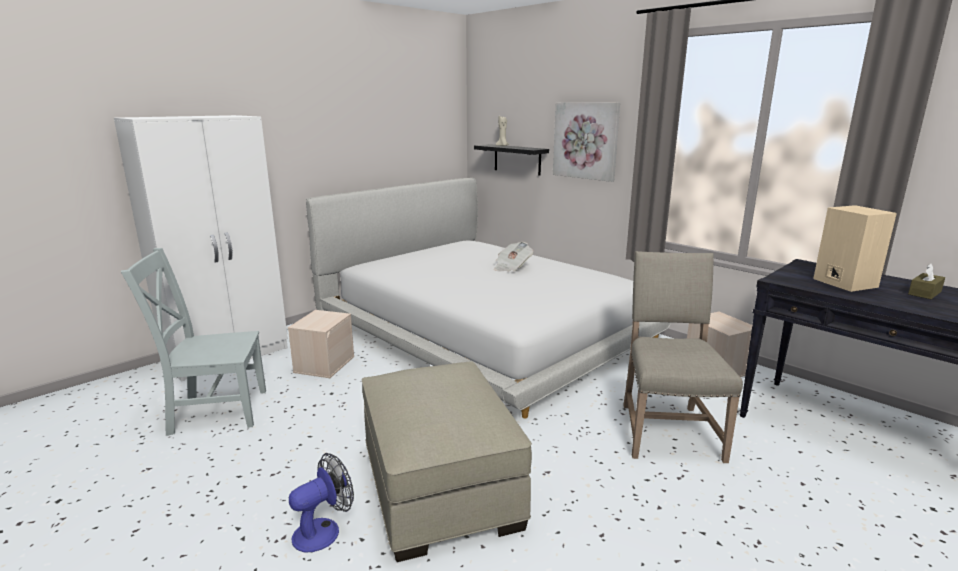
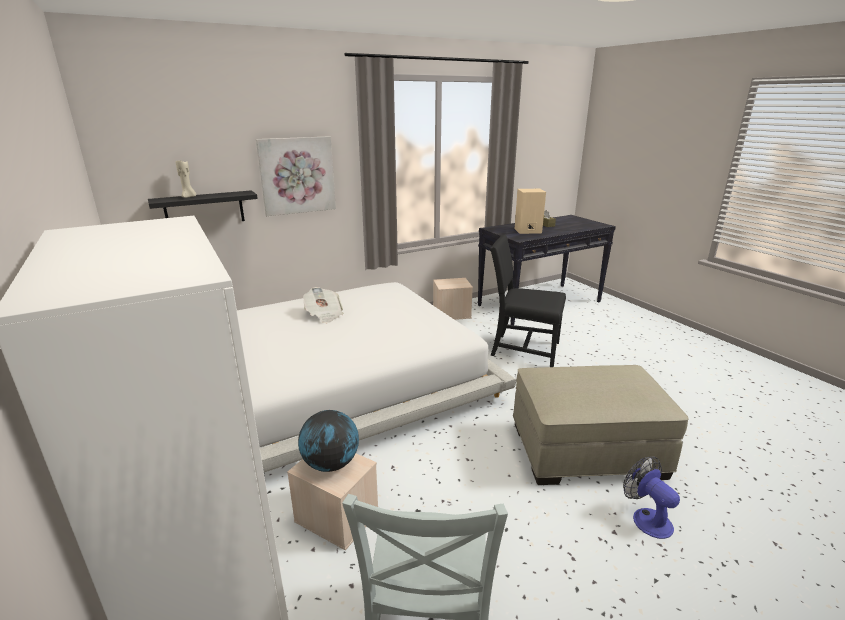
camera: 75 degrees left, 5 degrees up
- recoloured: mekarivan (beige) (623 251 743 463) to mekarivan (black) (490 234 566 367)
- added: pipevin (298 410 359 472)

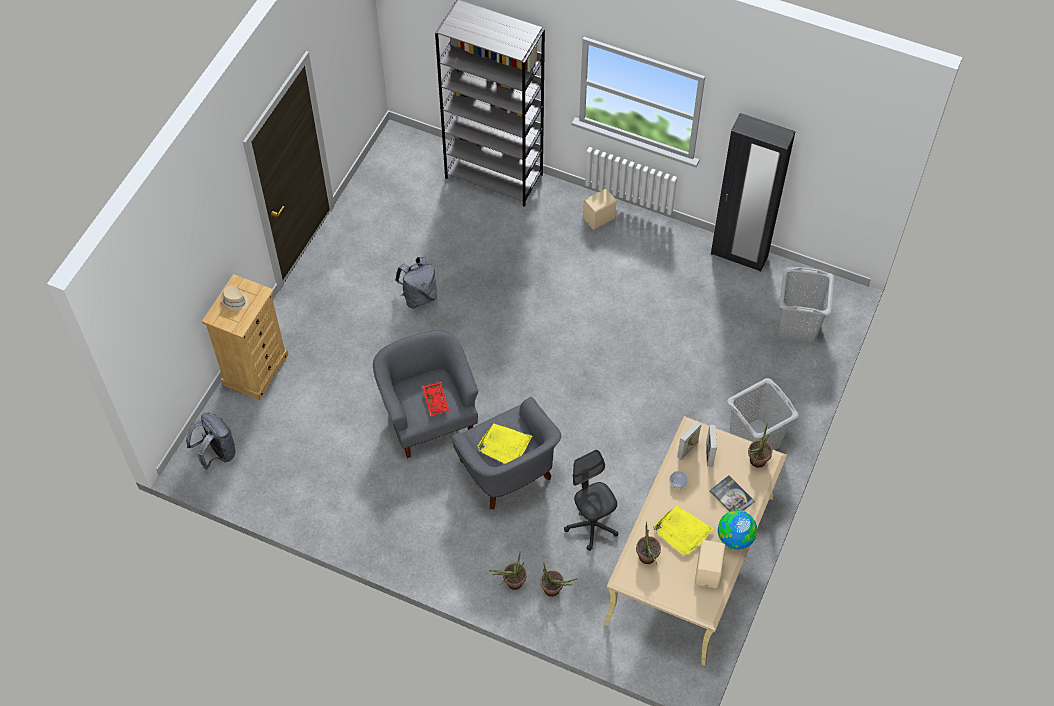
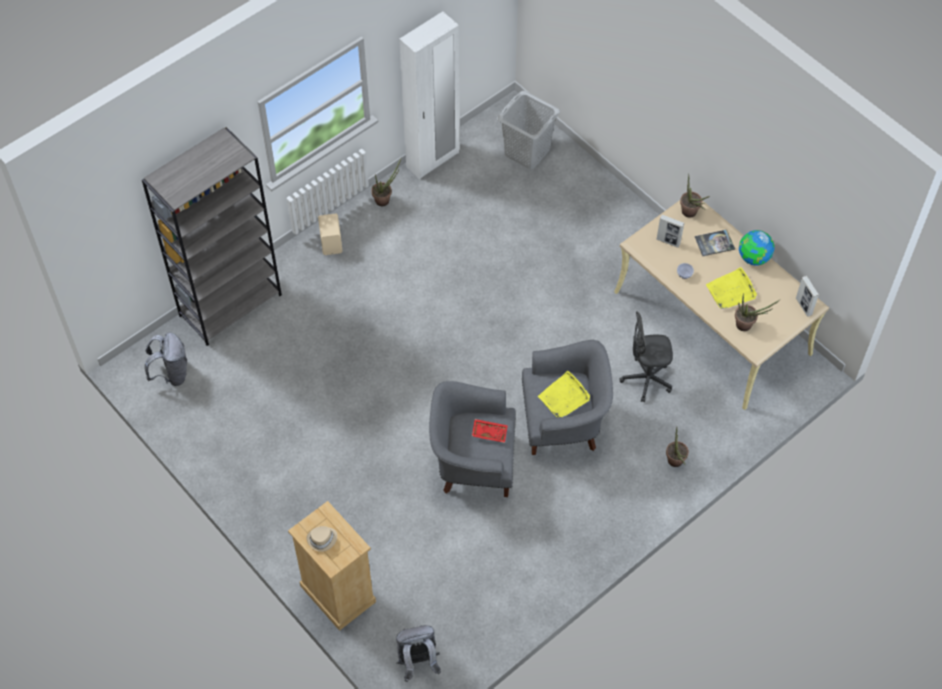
camera: 65 degrees left, 0 degrees up
- recoloured: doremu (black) (711 113 796 272) to doremu (white) (399 11 460 179)
- moved: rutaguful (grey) (395 257 437 309) to (145 332 187 386)
- removed: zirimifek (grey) (727 378 799 450)
- moved: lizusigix (677 421 701 460) to (796 276 819 317)
- removed: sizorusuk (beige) (695 540 726 588)
- moved: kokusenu (540 564 578 597) to (371 159 401 206)

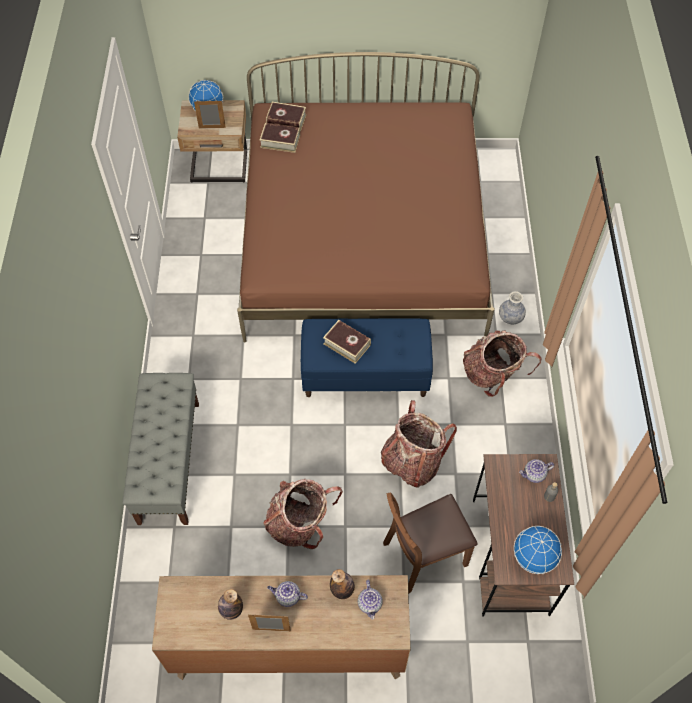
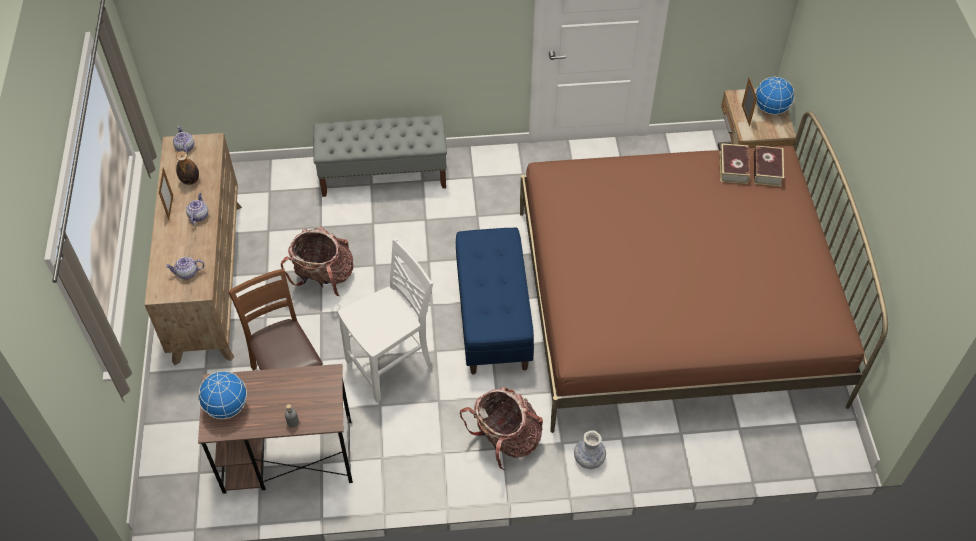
camera: 85 degrees right, 5 degrees down
- removed: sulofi (323 320 371 364)
- replaced: rutaguful (381 400 457 488) to mekarivan (white) (338 238 433 403)
- moved: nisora (519 459 554 483) to (173 126 194 155)
- removed: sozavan (330 569 355 599)

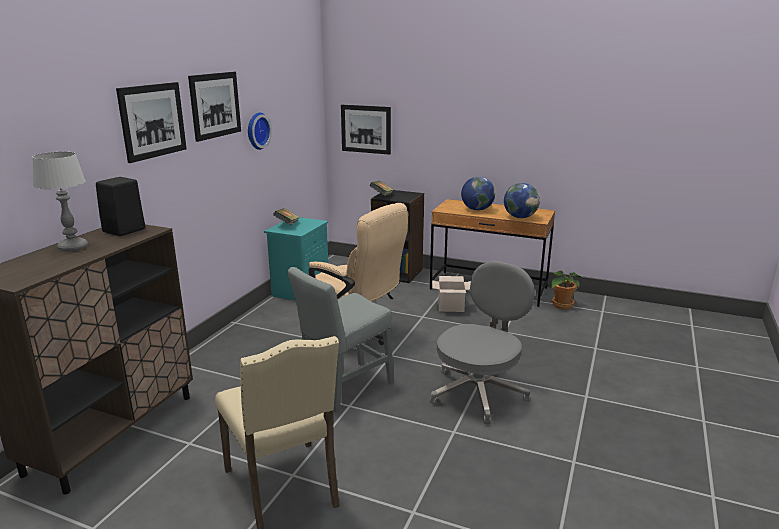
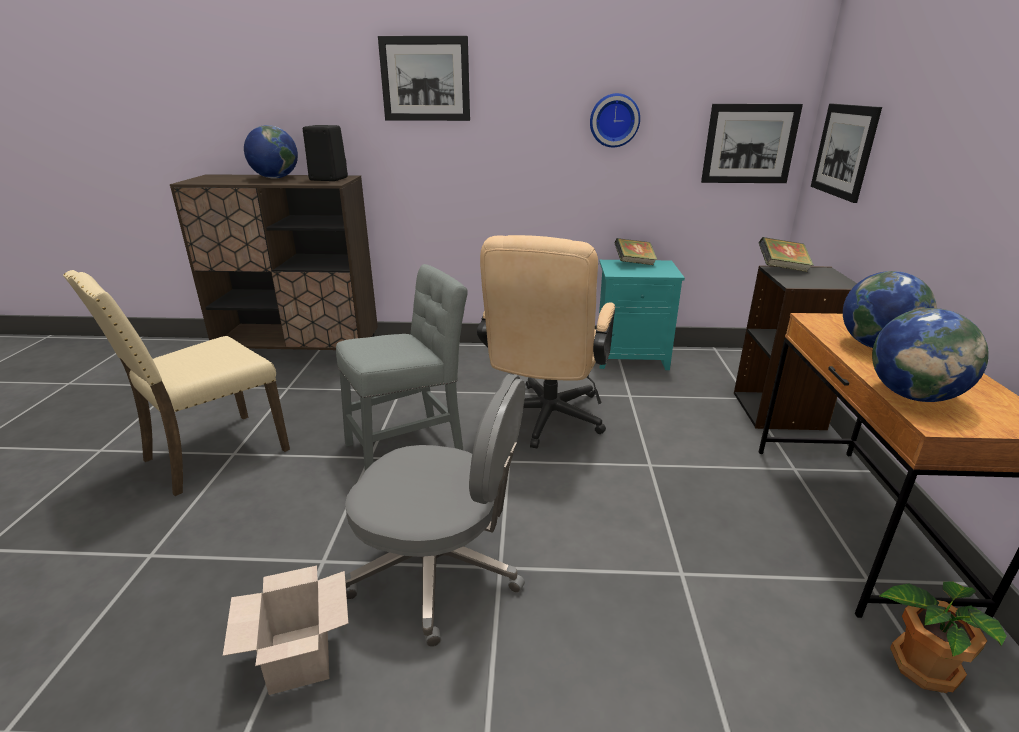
camera: 70 degrees right, 5 degrees up
- moved: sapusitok (188 72 241 142) to (701 104 803 183)
- replaced: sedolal (32 152 88 252) to pipevin (244 125 298 179)
- turned: mekarivan (grey) (287 267 394 412) = (336 264 468 471) 120 degrees clockwise
- moved: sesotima (432 276 471 312) to (223 565 349 695)

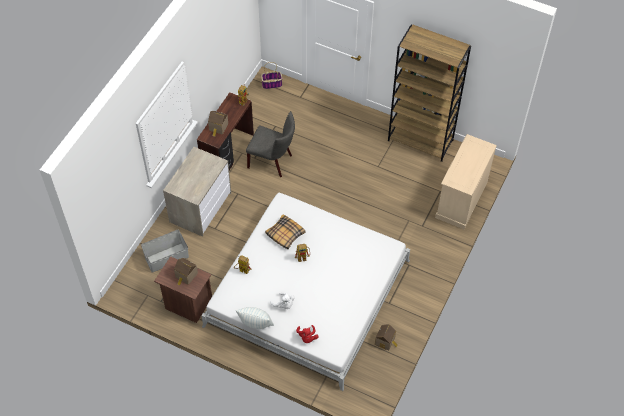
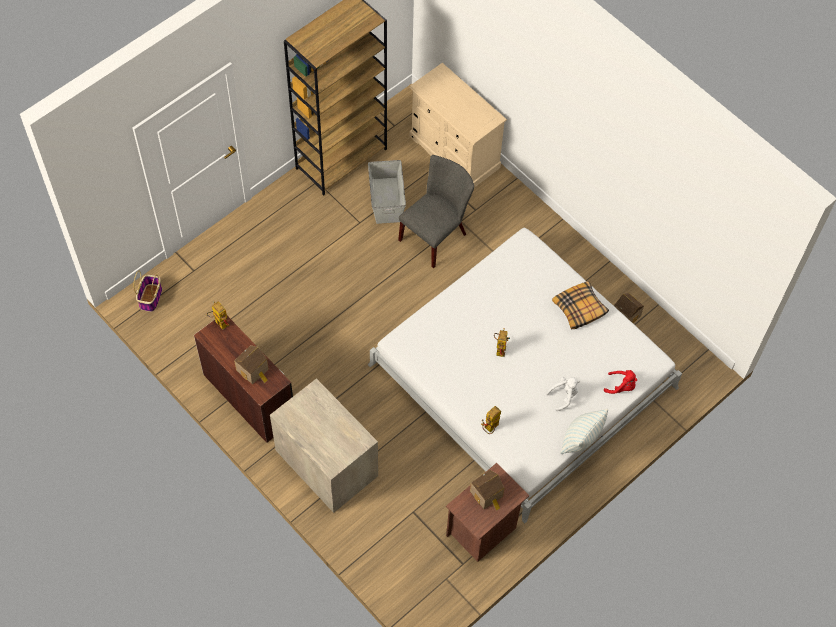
camera: 70 degrees left, 5 degrees up
- moved: mekarivan (grey) (246 111 295 177) to (398 155 474 268)
- moved: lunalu (265 214 306 249) to (552 281 609 330)
- moved: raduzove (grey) (141 230 189 273) to (368 160 406 224)

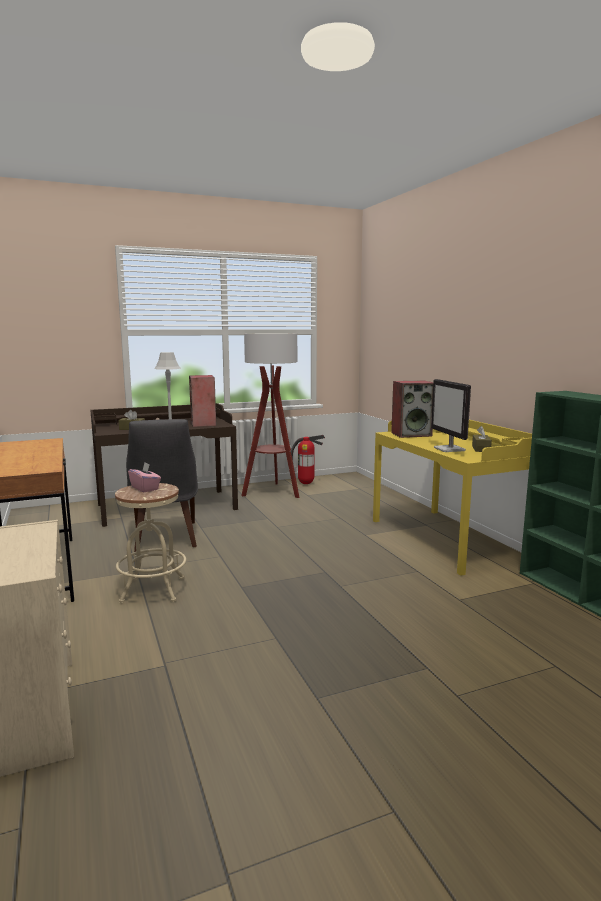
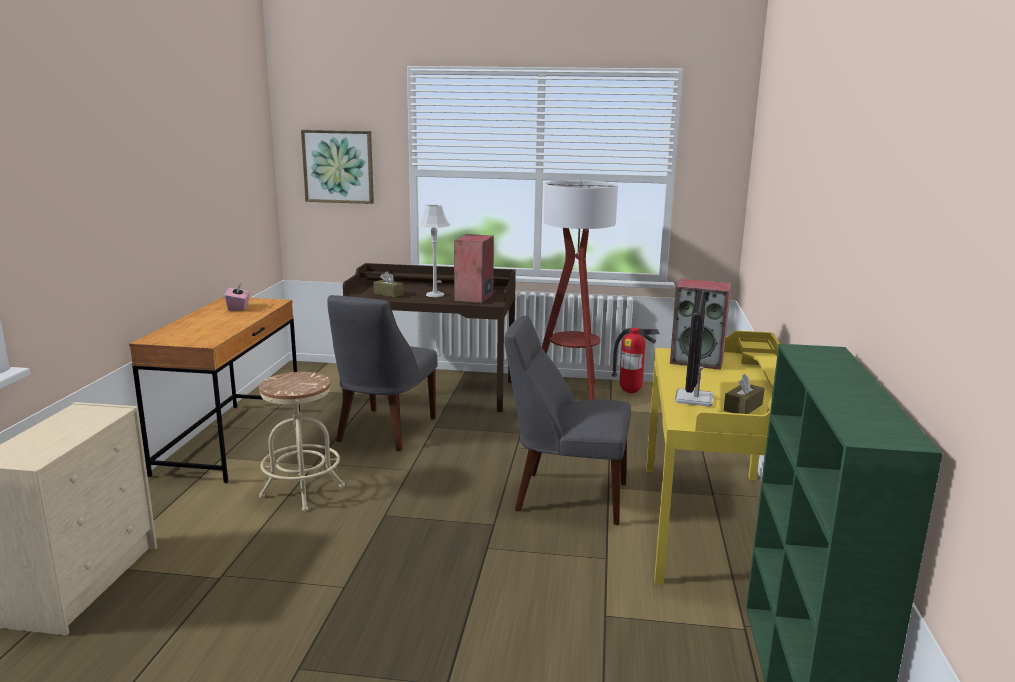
camera: 30 degrees right, 5 degrees up
- moved: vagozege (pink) (128 463 161 492) to (225 282 250 311)
- added: sapusitok (301 130 374 204)
- added: mekarivan (grey) (504 315 631 525)

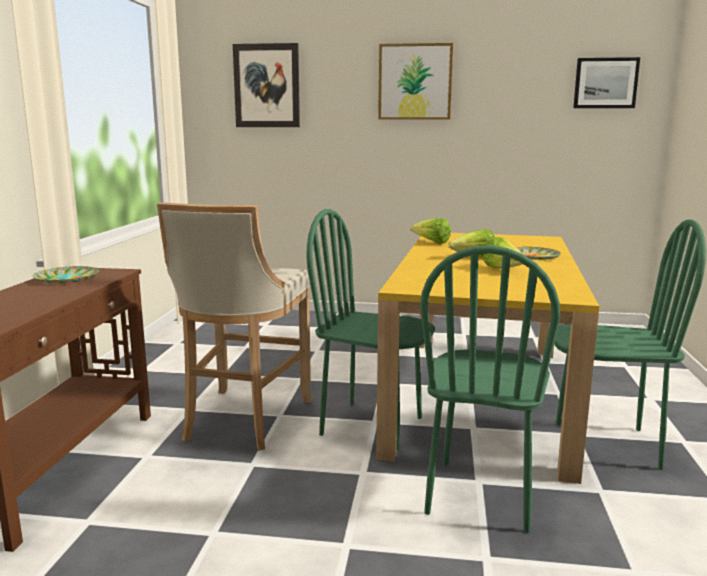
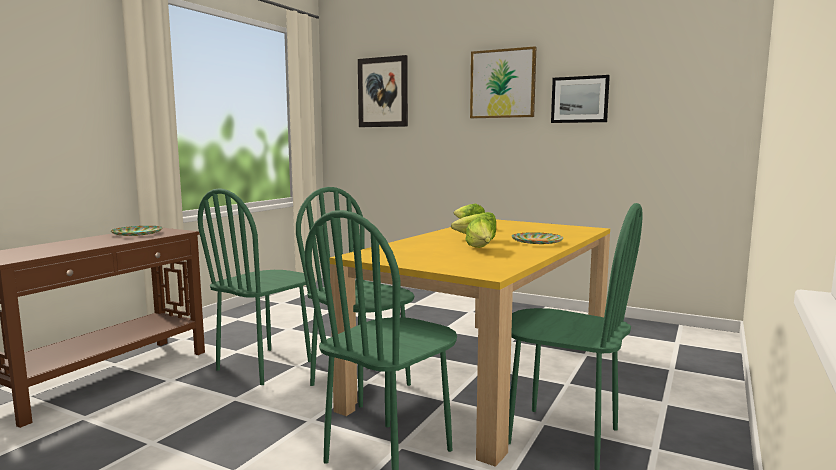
camera: 20 degrees right, 5 degrees down
- moved: sapusitok (573 57 640 108) to (551 75 610 123)
- replaced: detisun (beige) (157 202 312 451) to mekarivan (green) (198 188 311 385)

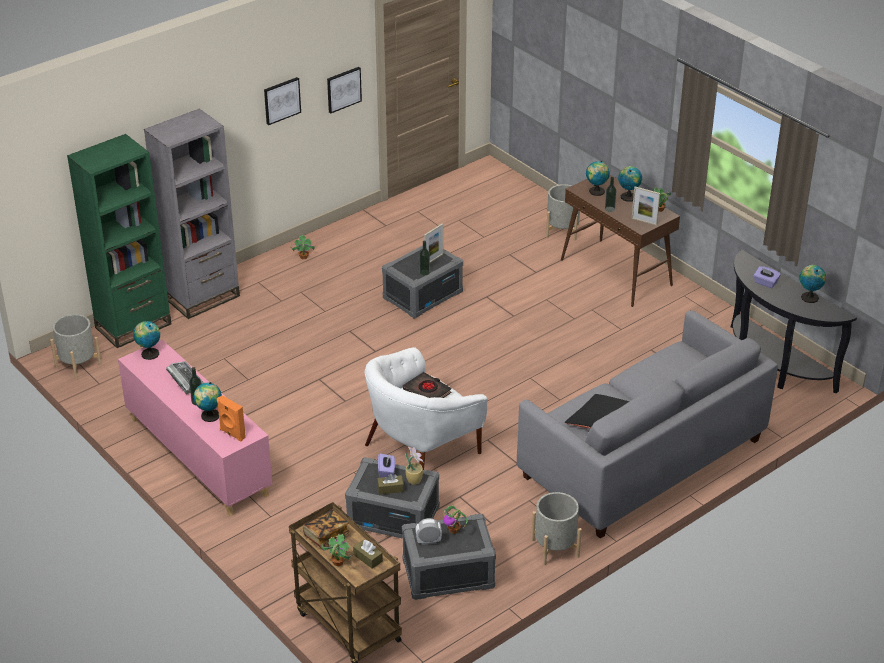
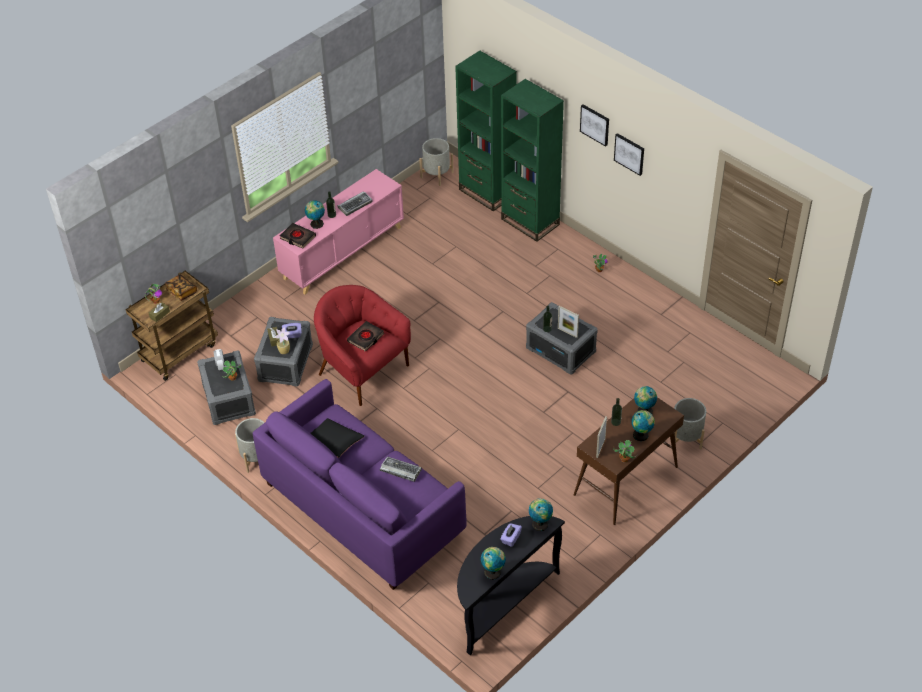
camera: 85 degrees right, 10 degrees up
- moved: sapusitok (327 67 362 113) to (580 104 609 147)
- recoloured: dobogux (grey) (144 109 240 319) to dobogux (green) (501 79 564 242)
- recoloured: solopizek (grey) (517 310 778 539) to solopizek (purple) (253 379 467 590)
- moved: pipevin (133 321 160 360) to (529 498 553 531)
- recoloured: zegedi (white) (365 347 488 470) to zegedi (red) (314 285 411 406)
- replaced: sizorusuk (orange) (217 395 246 441) to sulofi (black) (280 223 316 249)
- added: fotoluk (380 456 422 482)

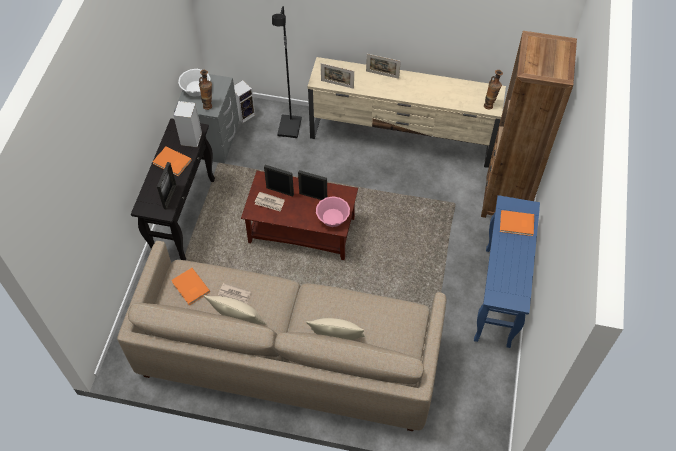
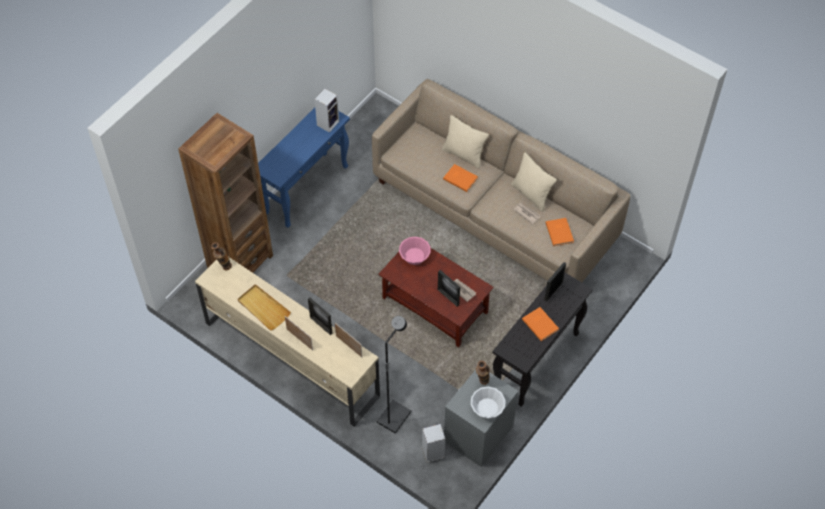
camera: 155 degrees left, 0 degrees up
- moved: sizorusuk (173 101 202 147) to (314 88 339 133)
- moved: lizusigix (298 170 327 200) to (308 298 332 335)
- moved: sulofi (orange) (500 210 534 236) to (443 164 478 192)
- added: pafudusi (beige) (237 284 291 331)

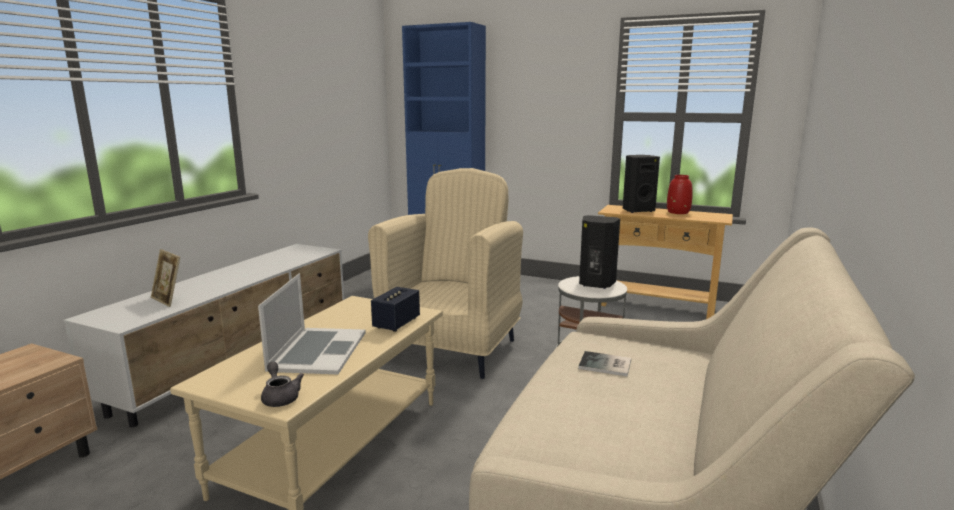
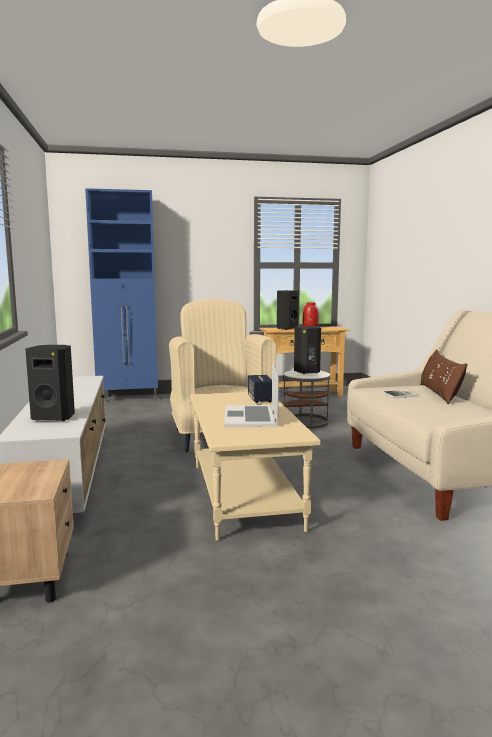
camera: 35 degrees left, 5 degrees down
- replaced: lizusigix (150 249 180 307) to sizorusuk (black) (25 345 75 421)
- turned: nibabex (258 273 366 374) = (224 363 279 427) 150 degrees counterclockwise
- removed: nisora (grey) (261 362 304 407)
- added: lunalu (brown) (420 349 467 405)

